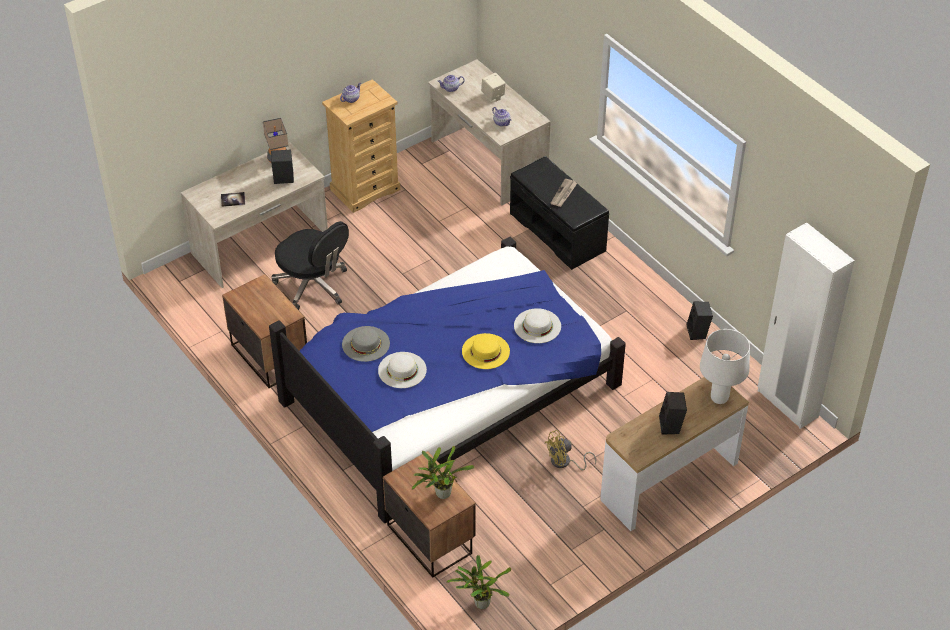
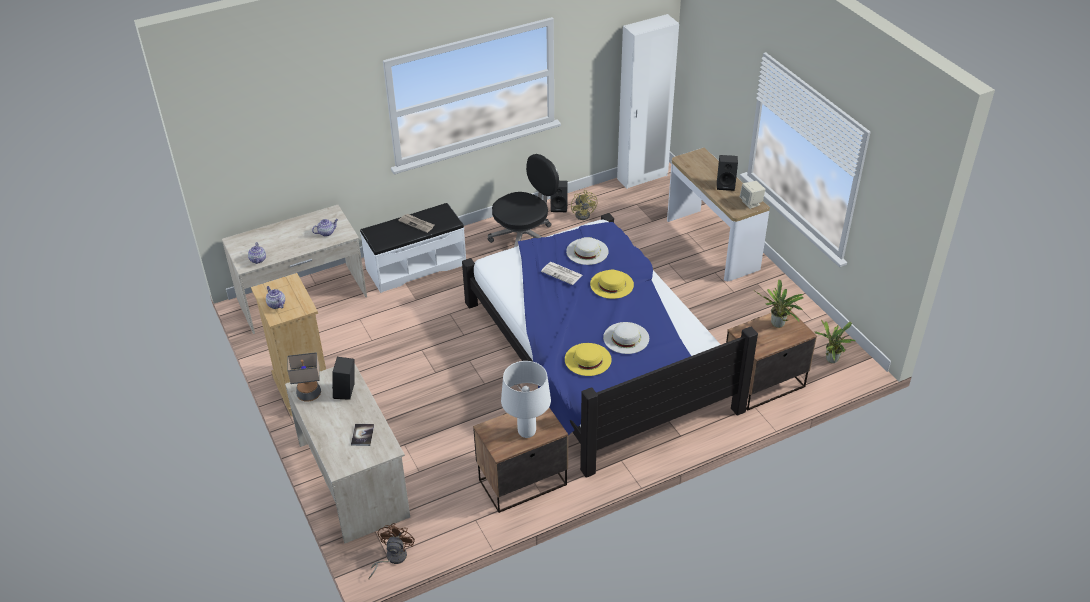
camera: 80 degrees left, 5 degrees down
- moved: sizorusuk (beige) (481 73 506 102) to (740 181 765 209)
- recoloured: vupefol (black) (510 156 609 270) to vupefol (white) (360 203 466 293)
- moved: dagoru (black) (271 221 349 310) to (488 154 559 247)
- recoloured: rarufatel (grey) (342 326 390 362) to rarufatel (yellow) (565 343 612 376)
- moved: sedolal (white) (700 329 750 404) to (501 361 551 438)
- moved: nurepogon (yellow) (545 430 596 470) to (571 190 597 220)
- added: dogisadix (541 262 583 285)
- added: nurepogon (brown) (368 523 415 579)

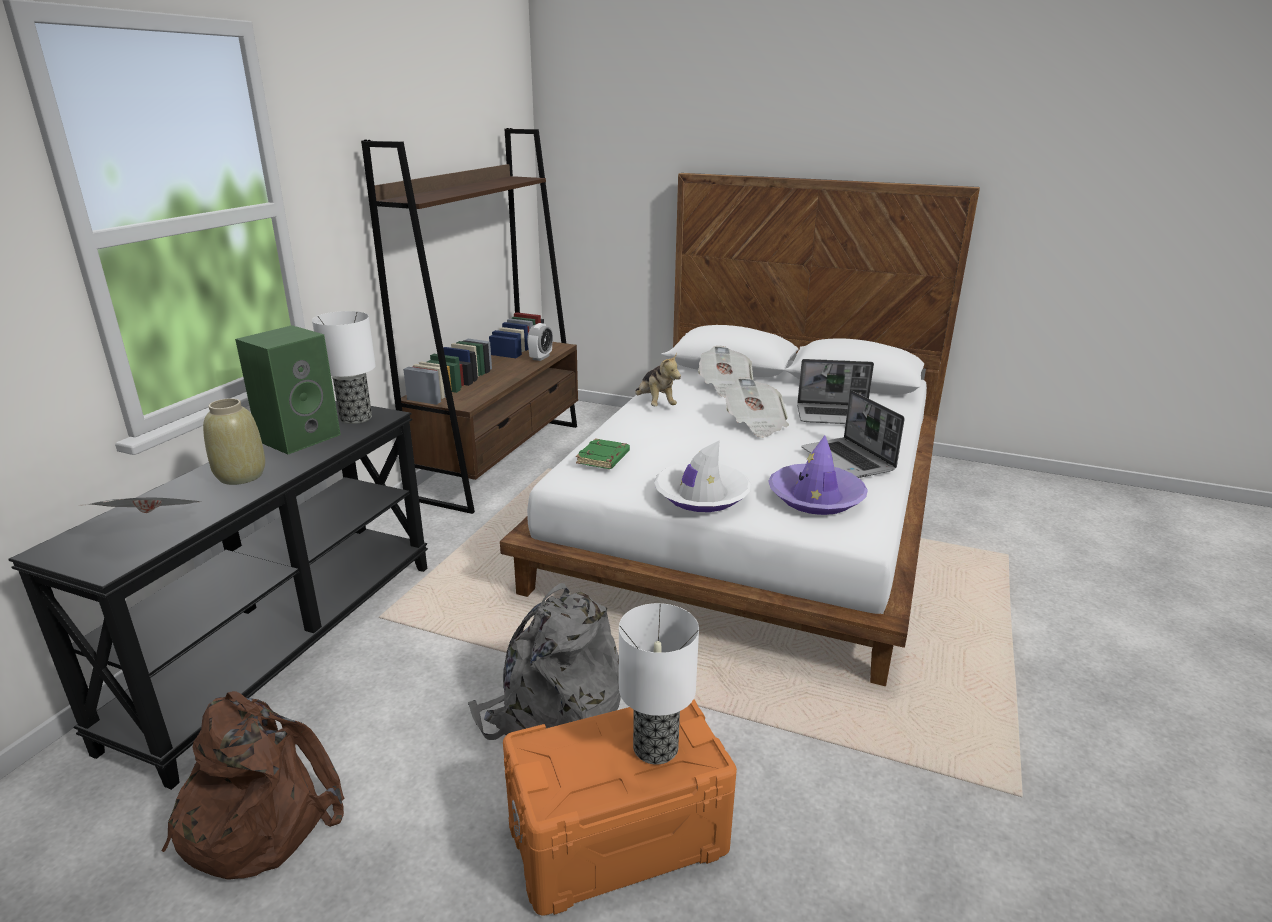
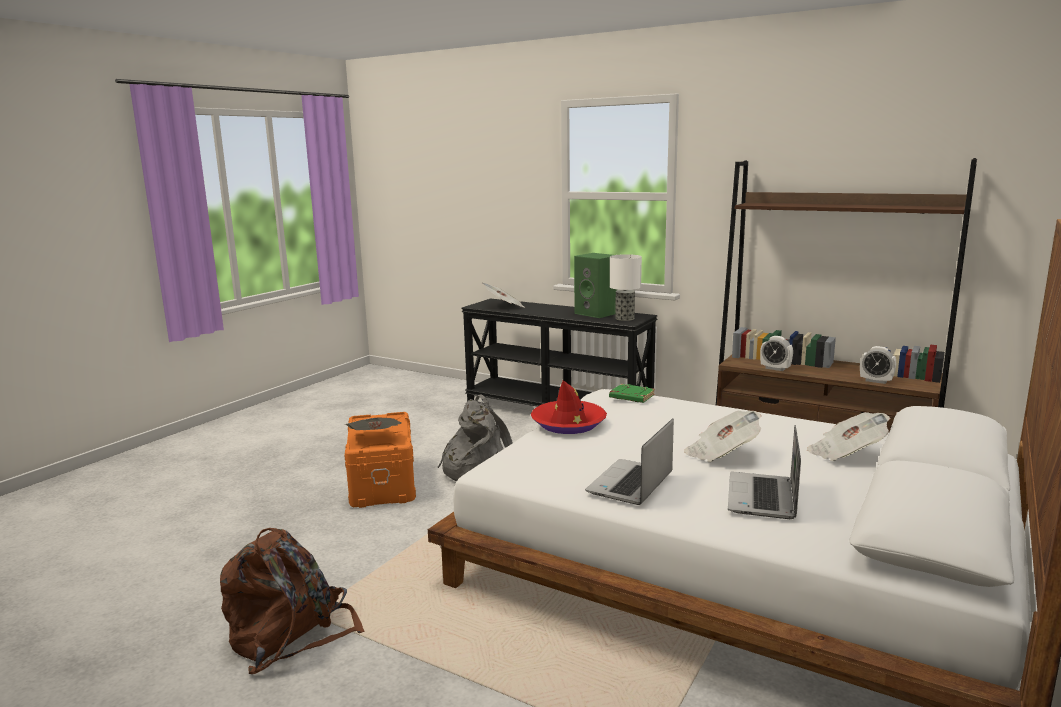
camera: 100 degrees right, 10 degrees down
- removed: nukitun (635 353 681 406)
- turned: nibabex (801 390 905 478) = (585 419 674 505) 45 degrees counterclockwise
- removed: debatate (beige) (203 398 265 485)
- removed: rarufatel (purple) (768 435 868 515)
- recoloured: rarufatel (white) (654 441 751 512) to rarufatel (red) (531 380 607 434)
- replaced: sedolal (619 603 699 764) to dogisadix (345 417 402 430)
- moved: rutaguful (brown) (161 691 344 880) to (220 528 365 674)
- added: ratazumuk (760 336 793 371)

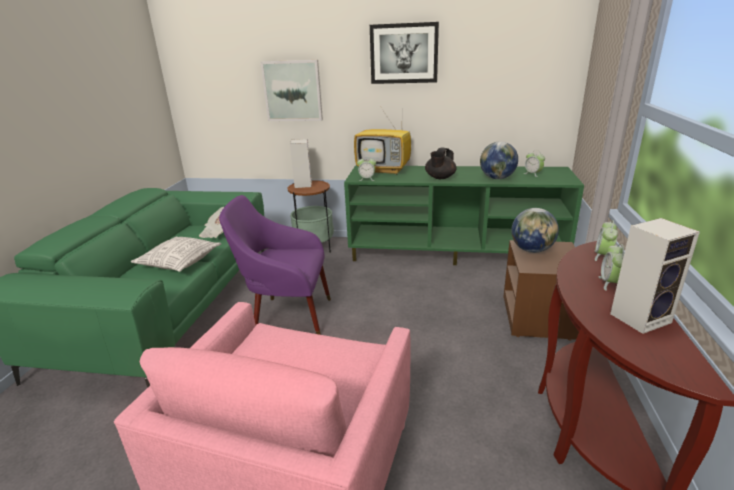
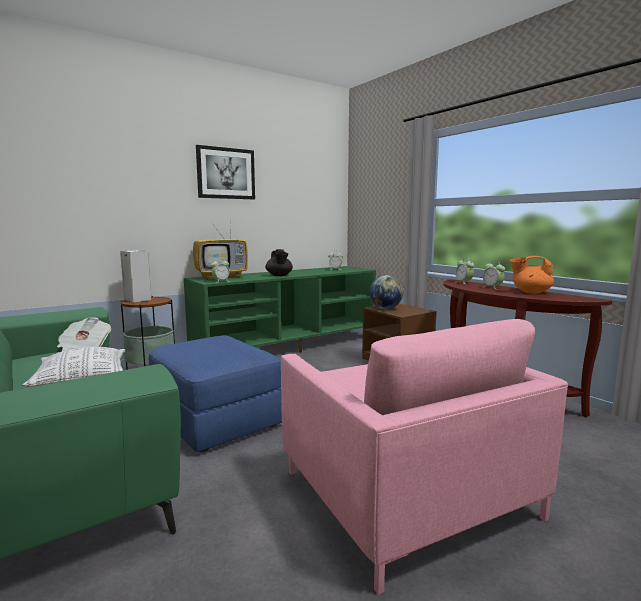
camera: 45 degrees left, 15 degrees down
- removed: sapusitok (260 60 323 121)
- removed: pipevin (480 141 518 179)
- replaced: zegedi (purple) (219 195 331 335) to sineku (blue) (149 335 282 452)
- replaced: sizorusuk (610 218 700 334) to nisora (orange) (510 256 554 294)

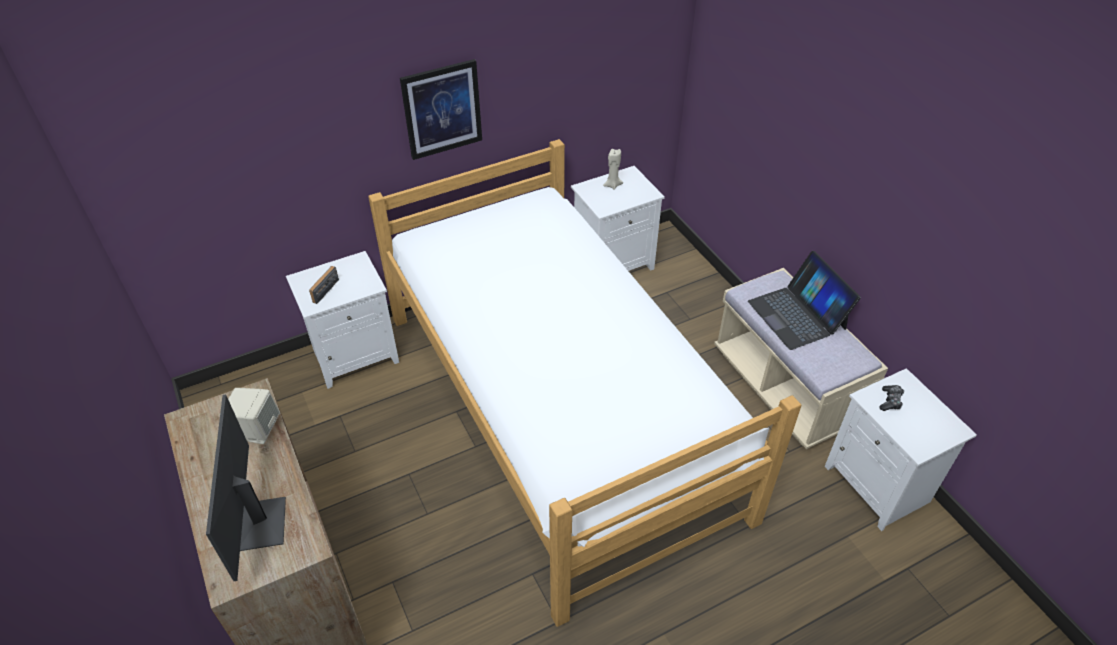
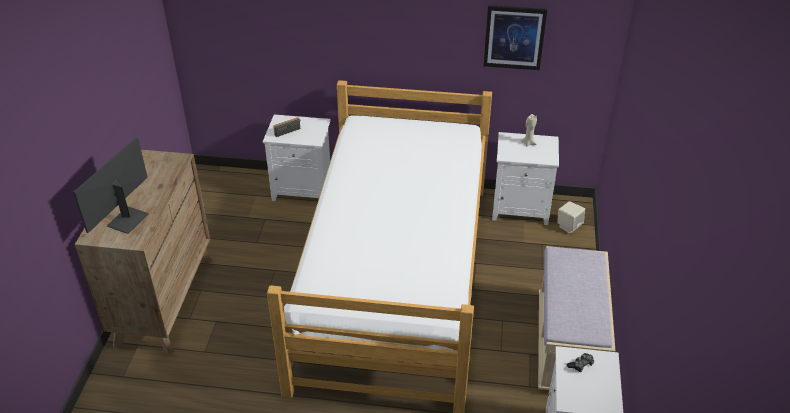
camera: 35 degrees right, 5 degrees down
- moved: sapusitok (400 59 482 160) to (483 5 547 70)
- removed: nibabex (748 251 861 350)
- moved: sizorusuk (beige) (228 388 280 444) to (557 201 585 234)

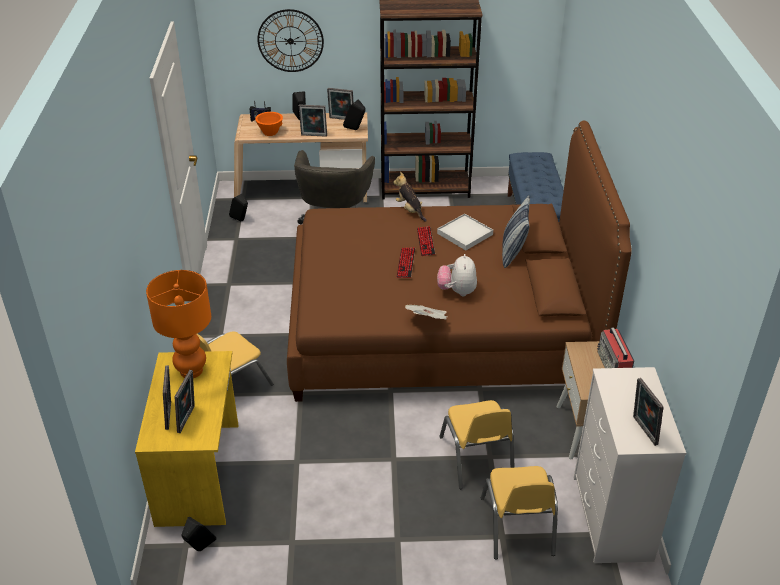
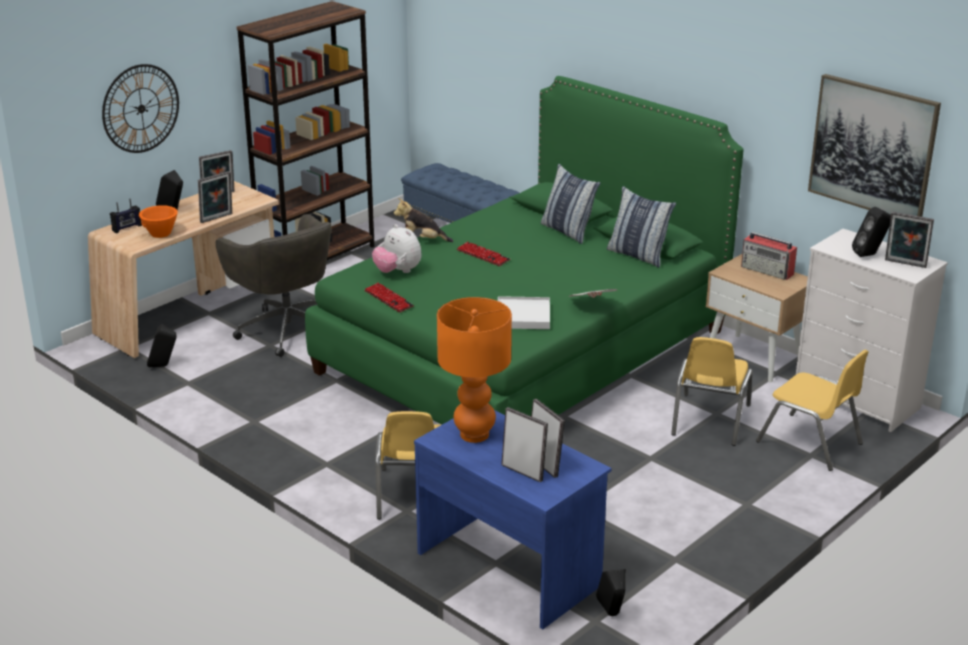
camera: 45 degrees left, 10 degrees down
- moved: sizorusuk (black) (343 99 366 130) to (852 207 891 257)
- recoloured: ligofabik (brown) (287 121 632 402) to ligofabik (green) (305 76 743 425)
- moved: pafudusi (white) (437 214 493 250) to (498 296 550 329)
- moved: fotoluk (397 247 415 278) to (365 283 414 312)
- moved: nukitun (437 254 477 296) to (372 224 422 273)
- recoloured: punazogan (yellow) (135 351 238 527) to punazogan (blue) (414 410 612 629)
- turned: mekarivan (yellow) (439 400 514 489) = (671 337 752 446) 75 degrees clockwise
- added: sapusitok (808 74 941 217)
- added: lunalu (607 186 676 267)

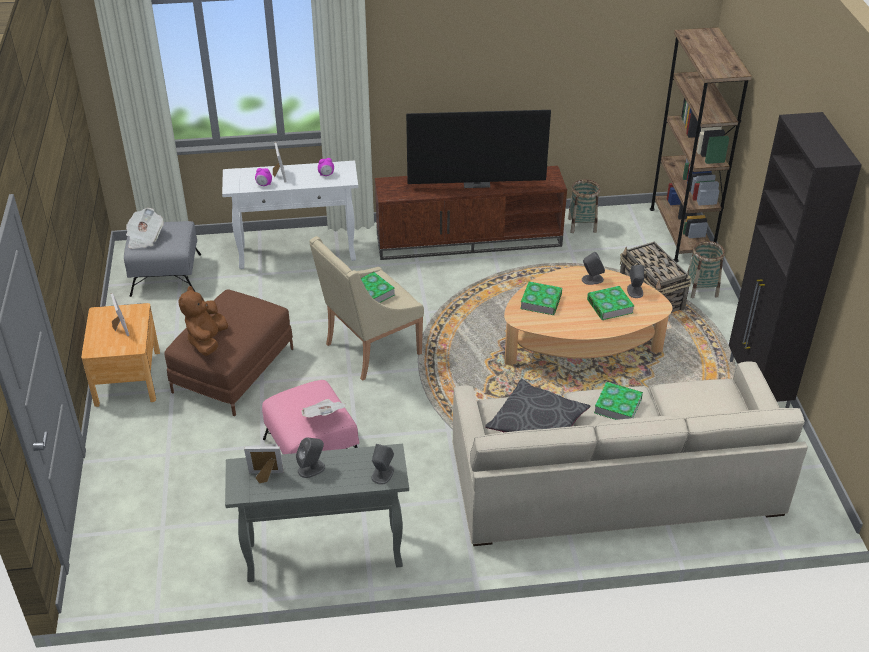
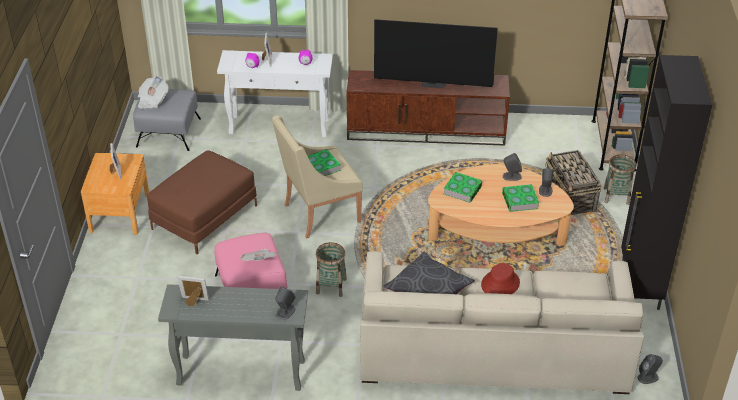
camera: 10 degrees right, 0 degrees up
- moved: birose (568 179 600 233) to (316 242 347 297)
- removed: nukitun (brown) (178 286 228 356)
- replaced: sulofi (594 382 643 420) to rarufatel (red) (481 263 520 294)
- moved: sizorusuk (grey) (296 437 325 478) to (637 354 663 384)

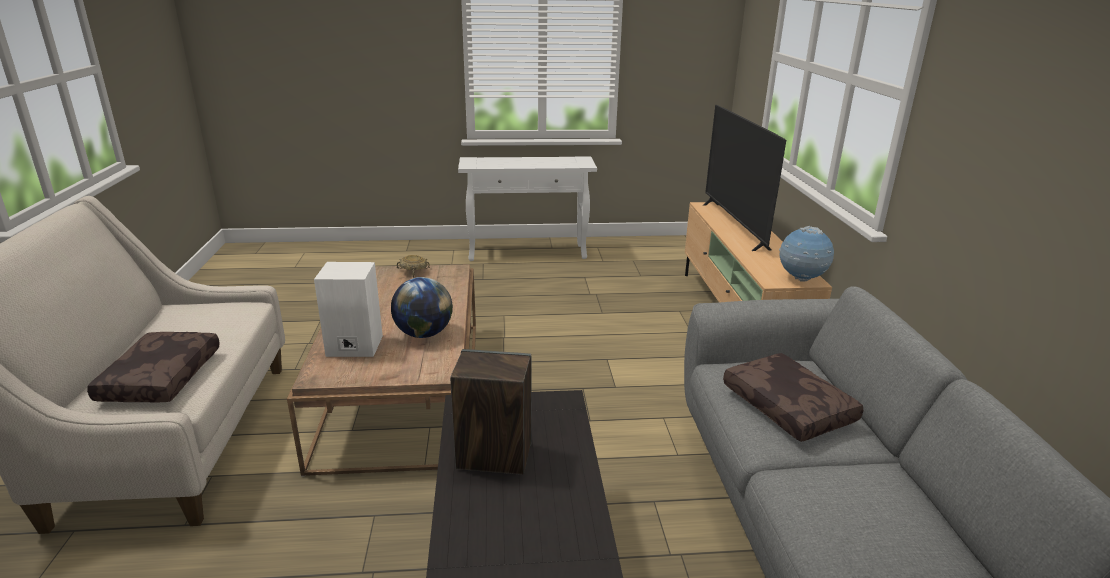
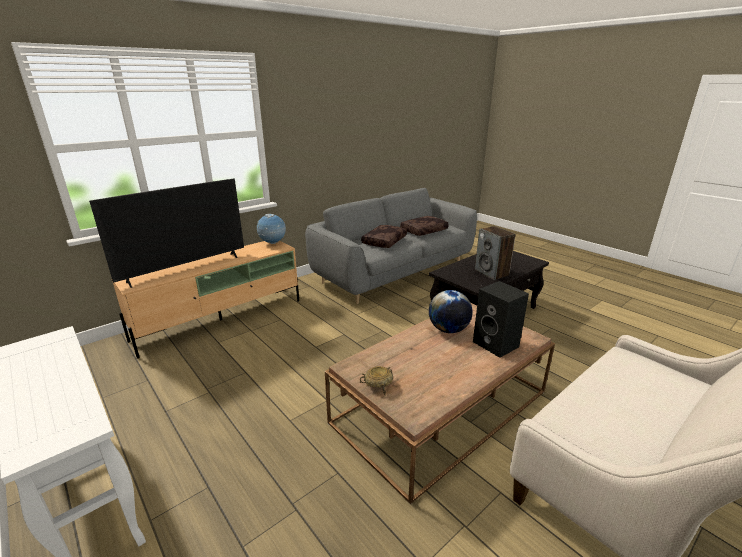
camera: 125 degrees left, 0 degrees up
- recoloured: sizorusuk (white) (314 262 383 357) to sizorusuk (black) (473 281 529 358)
- moved: lunalu (brown) (87 332 220 402) to (400 216 449 236)

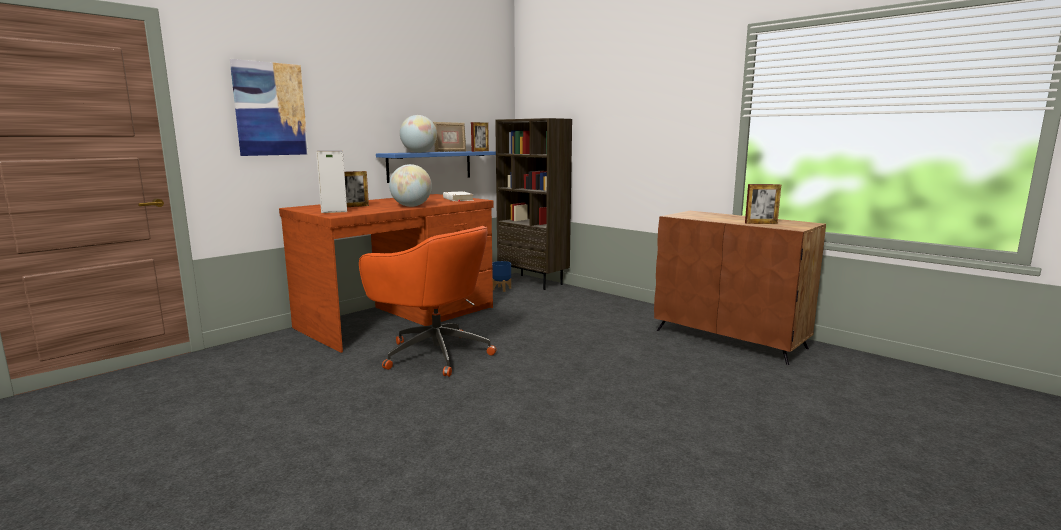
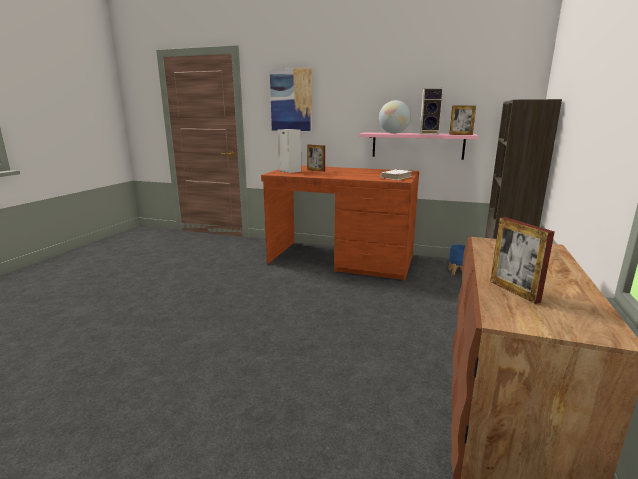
camera: 65 degrees right, 5 degrees up
- replaced: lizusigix (433 122 466 152) to sizorusuk (420 88 443 134)
- recoloured: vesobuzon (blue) (376 151 496 183) to vesobuzon (pink) (359 132 478 160)
- removed: pipevin (389 164 432 207)
- removed: dagoru (orange) (359 226 496 377)

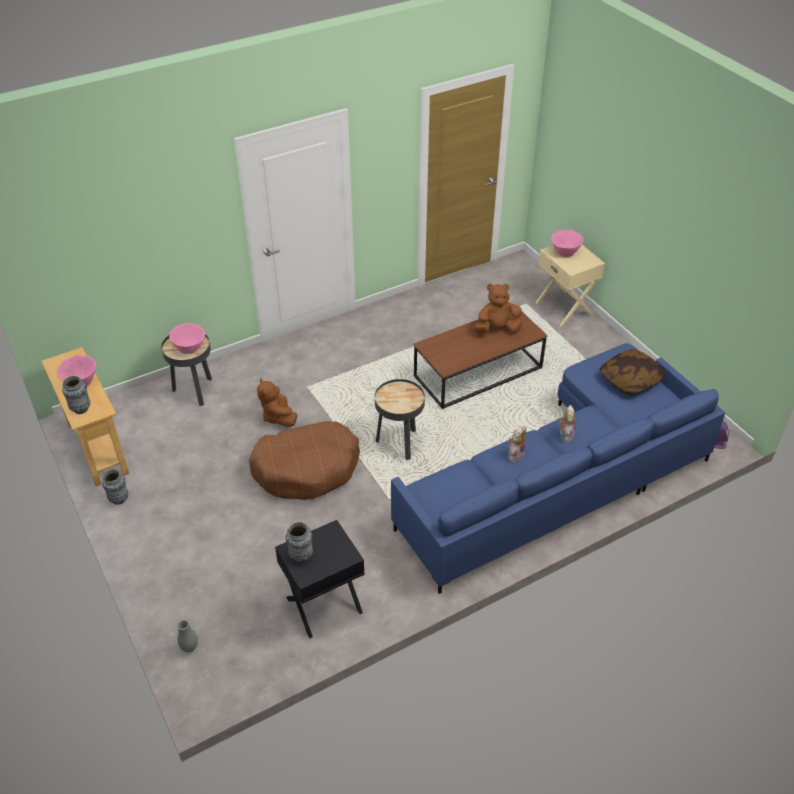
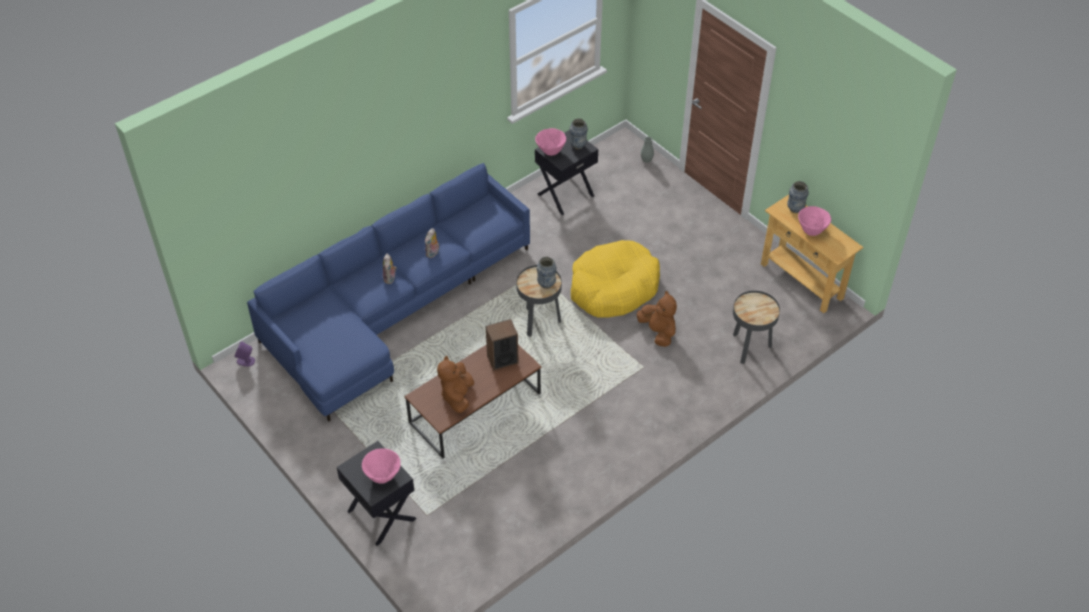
camera: 170 degrees right, 5 degrees up
- recoloured: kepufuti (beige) (535 245 605 326) to kepufuti (black) (337 441 416 546)
- turned: nukitun (brown) (474 284 522 334) = (437 356 474 413) 120 degrees clockwise
- moved: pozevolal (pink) (169 323 205 354) to (535 128 566 156)
- removed: lunalu (600 349 666 395)
- recoloured: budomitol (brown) (249 421 360 500) to budomitol (yellow) (571 240 660 318)
- moved: debatate (102 469 128 505) to (537 257 557 289)
- added: sizorusuk (486 319 519 371)

